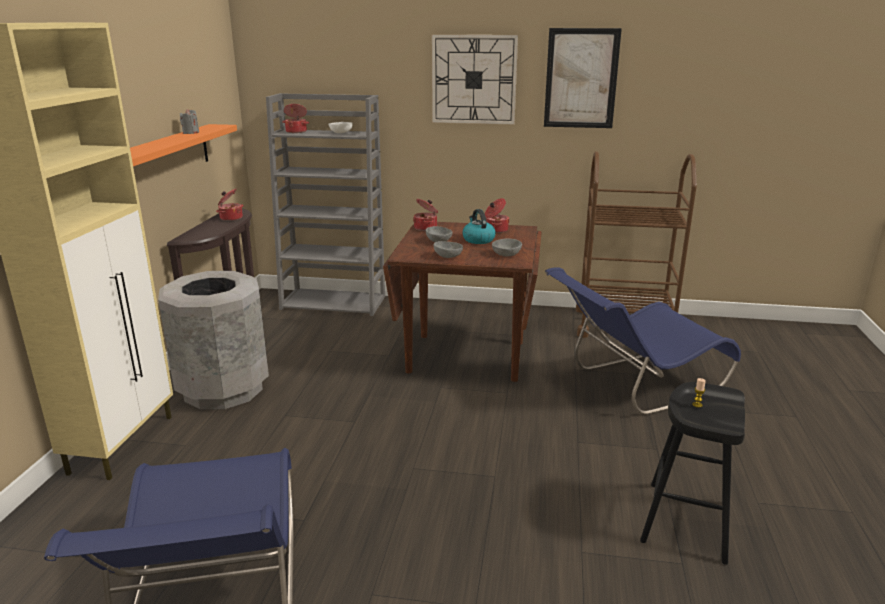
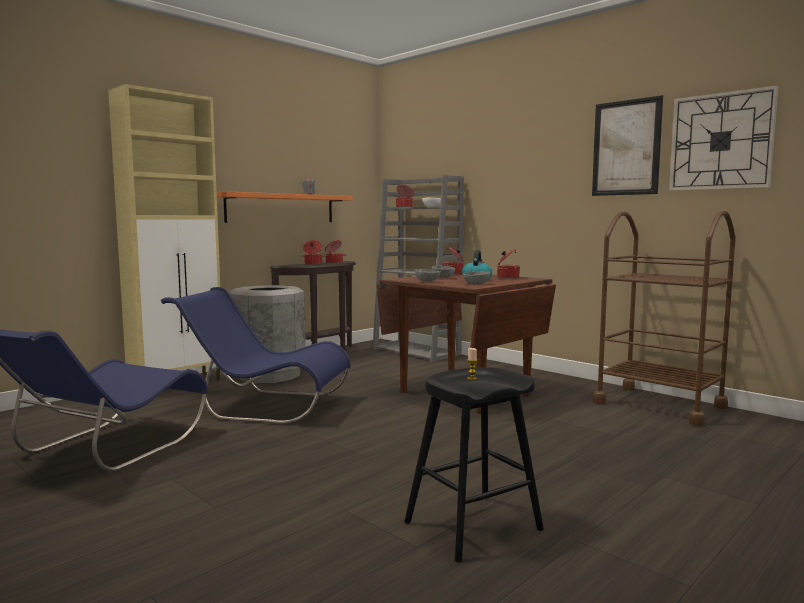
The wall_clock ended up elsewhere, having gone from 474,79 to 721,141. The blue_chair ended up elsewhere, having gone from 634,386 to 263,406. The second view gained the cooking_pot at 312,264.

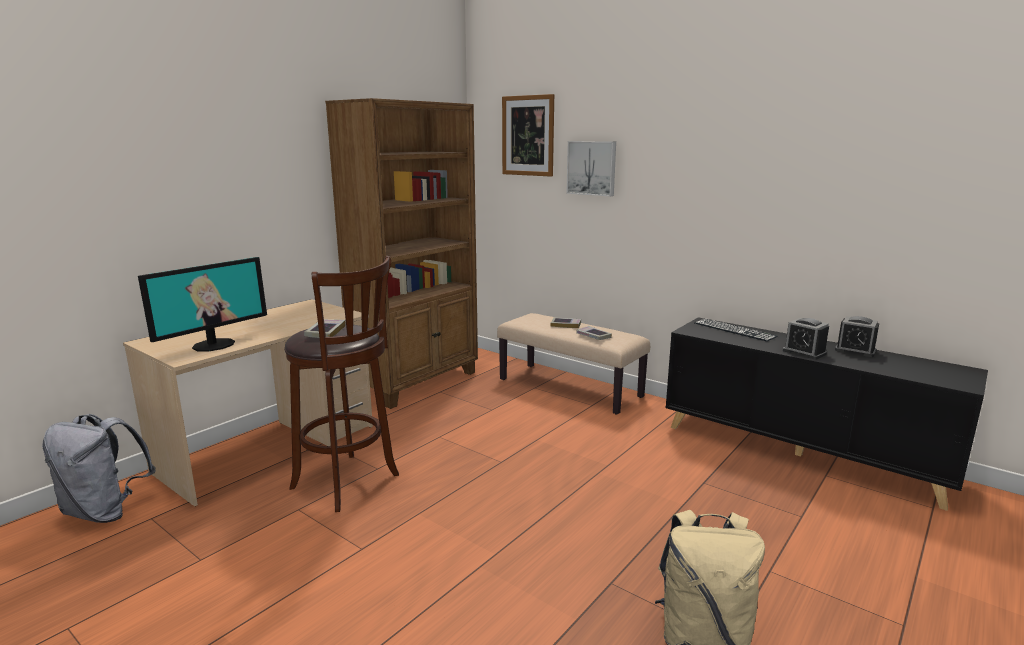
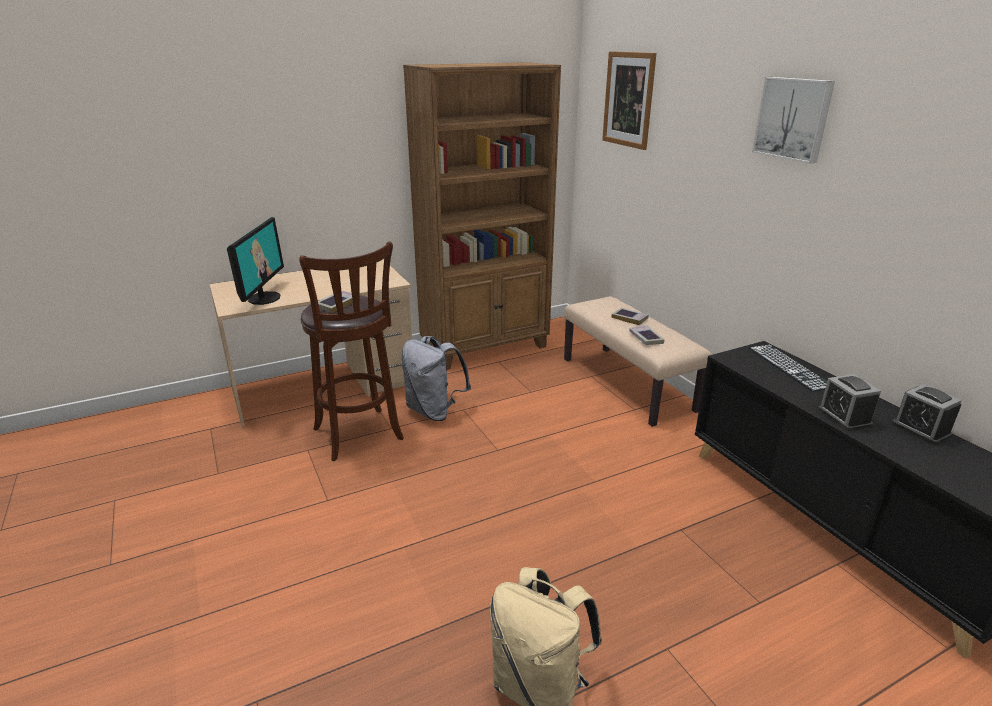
The picture ended up elsewhere, having gone from 592,168 to 793,118. The monitor at 213,345 ended up facing another way, 60 degrees counterclockwise from before. The grey_backpack ended up elsewhere, having gone from 106,511 to 434,411.

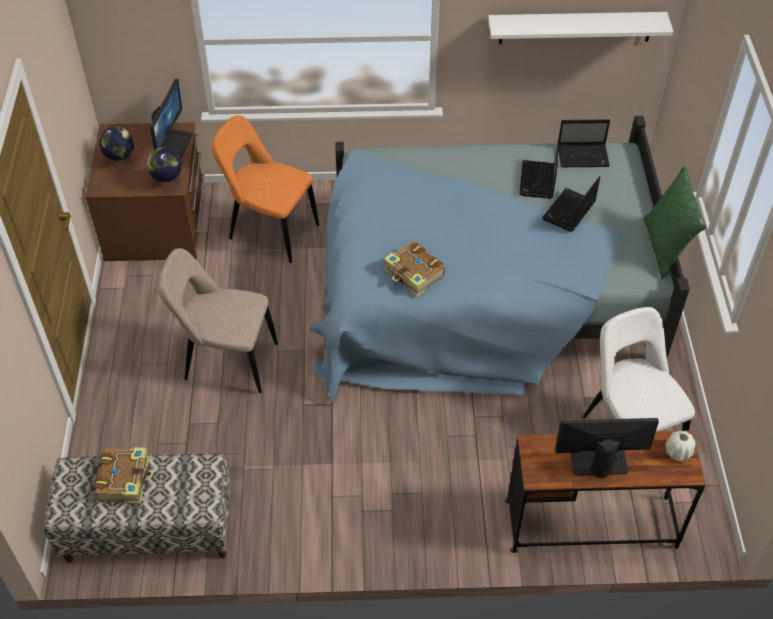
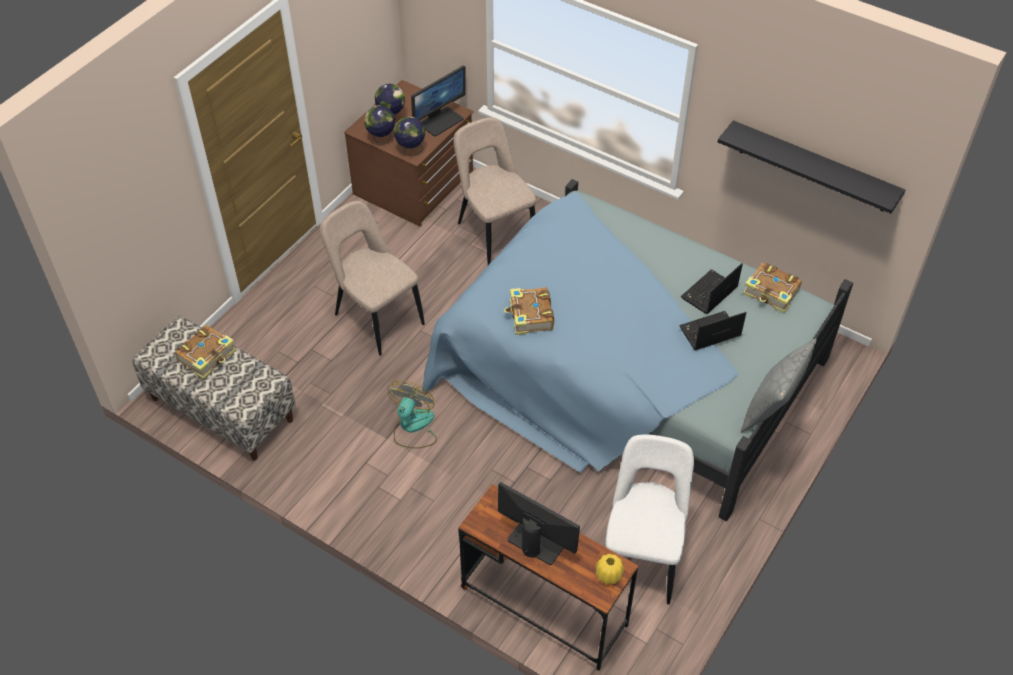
What was the white_shelf at 575,27 turned into the black_shelf at 813,167. What was the orange_chair at 270,231 turned into the beige_chair at 494,233. Where the laptop stood at 584,156, the book came to stand at 771,293. What was the green_pillow at 666,247 turned into the grey_pillow at 771,408. What was the white_vase at 678,452 turned into the yellow_vase at 609,574. The second view gained the globe at 381,139. The second view gained the fan at 413,427.

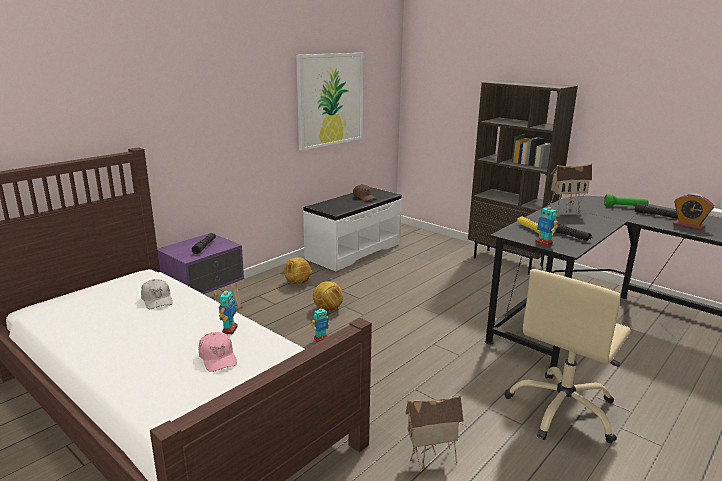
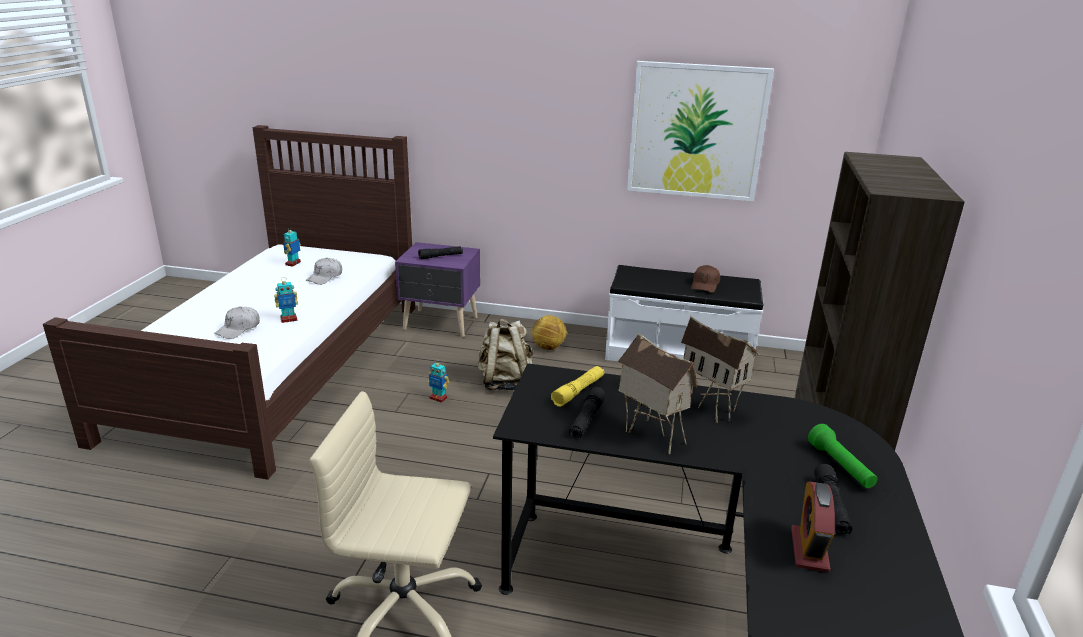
The toy_robot ended up elsewhere, having gone from 544,243 to 293,263. Where the football stood at 327,309, the beige_backpack came to stand at 505,383. What was the pink_cap at 218,358 turned into the white_cap at 238,329. The toy_house ended up elsewhere, having gone from 431,461 to 650,435.

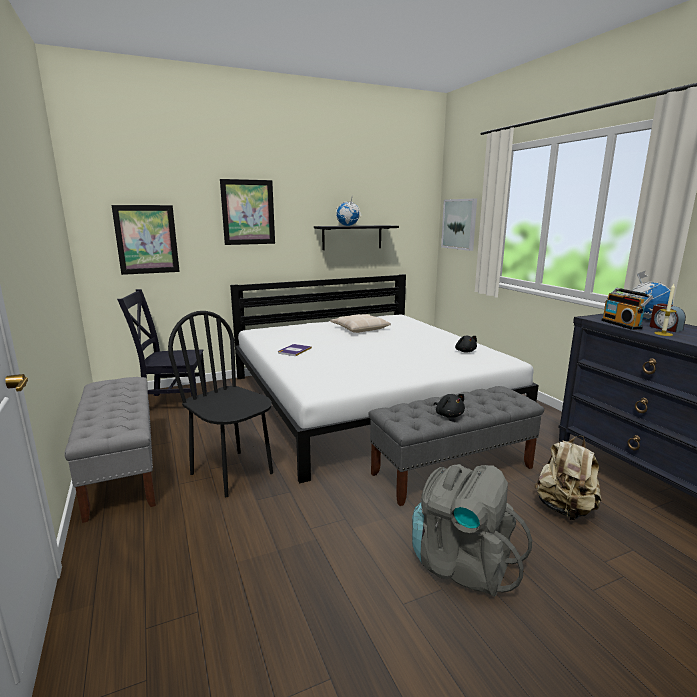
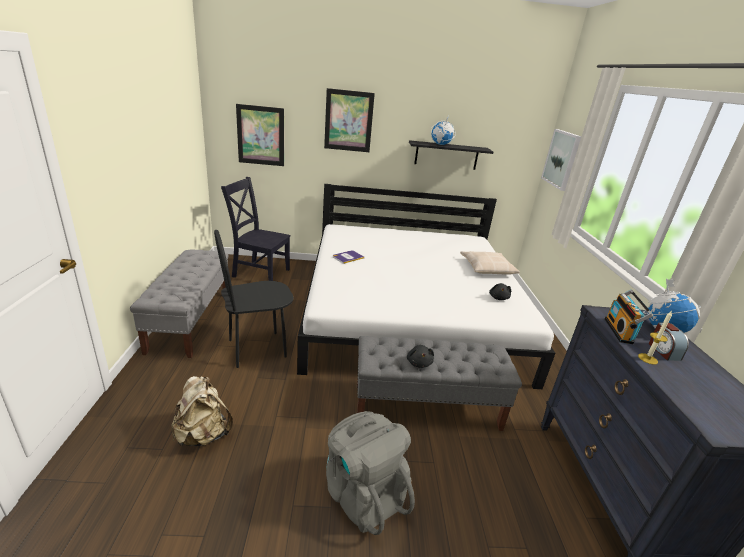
The black_chair at 232,473 ended up facing another way, 90 degrees counterclockwise from before. The beige_pillow ended up elsewhere, having gone from 360,329 to 487,268. The beige_backpack ended up elsewhere, having gone from 565,509 to 202,435.

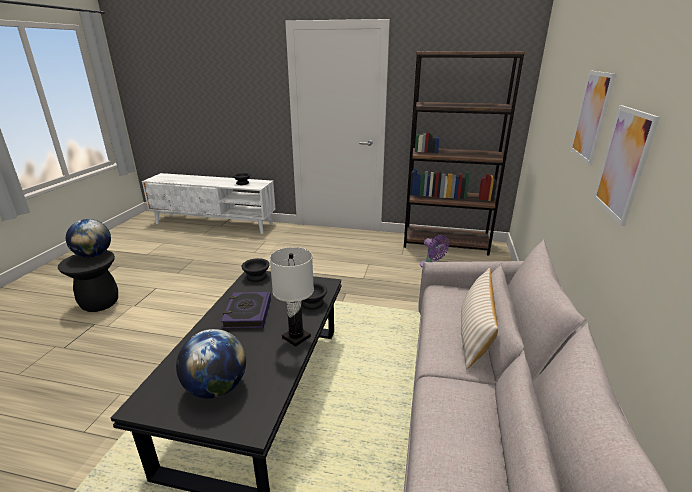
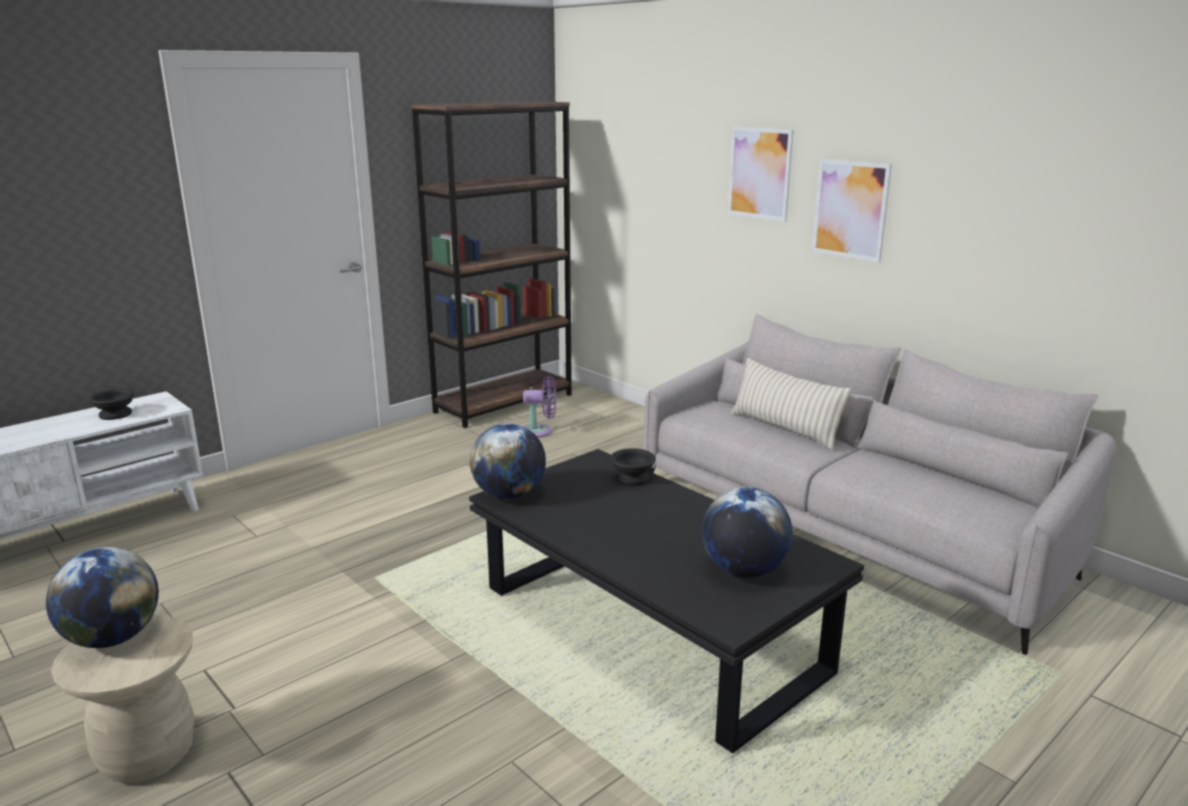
The second view lost the white_table_lamp at 296,337. What was the black_stool at 100,303 turned into the beige_stool at 147,755. Where the black_bowl stood at 256,277, the globe came to stand at 509,495. The second view lost the book at 247,313.

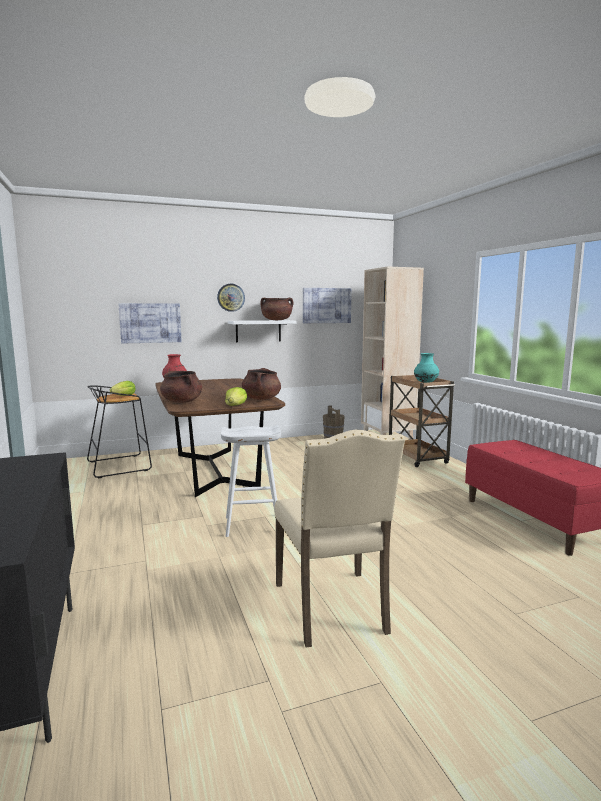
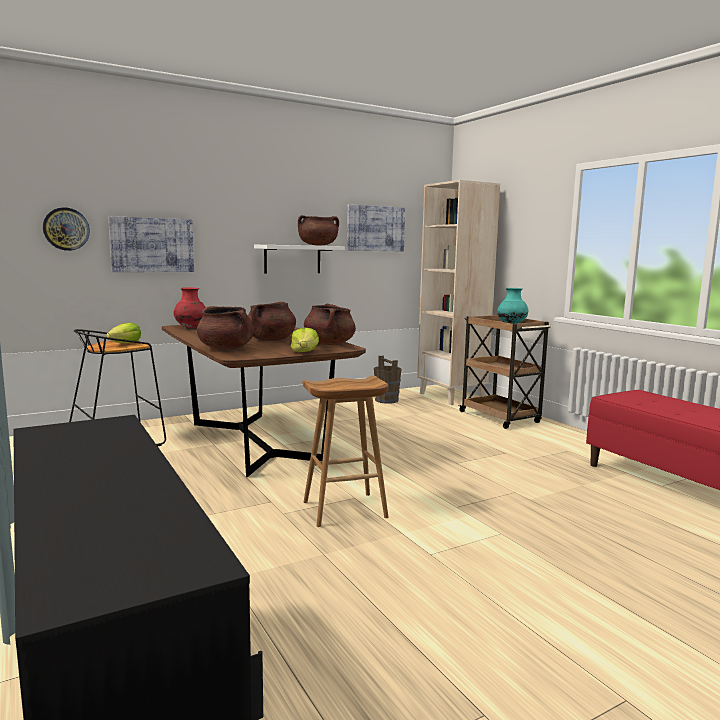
The wall_clock ended up elsewhere, having gone from 230,297 to 66,229. What was the white_stool at 252,525 turned into the brown_stool at 344,510. The second view lost the beige_chair at 333,608. The second view gained the brown_cooking_pot at 270,340.

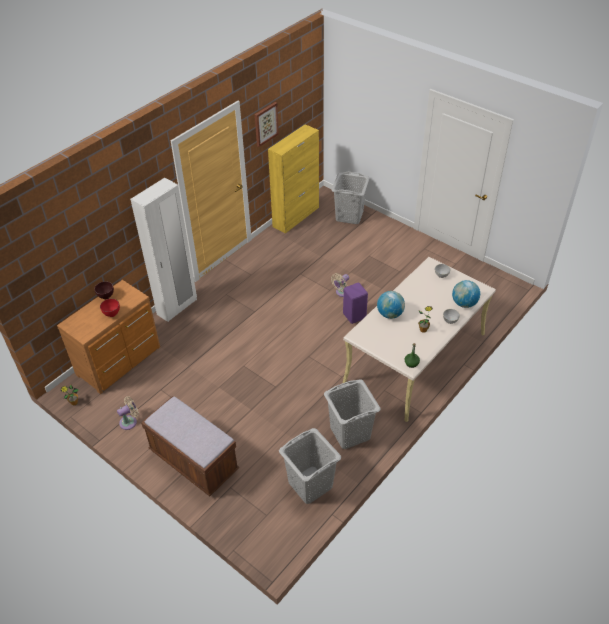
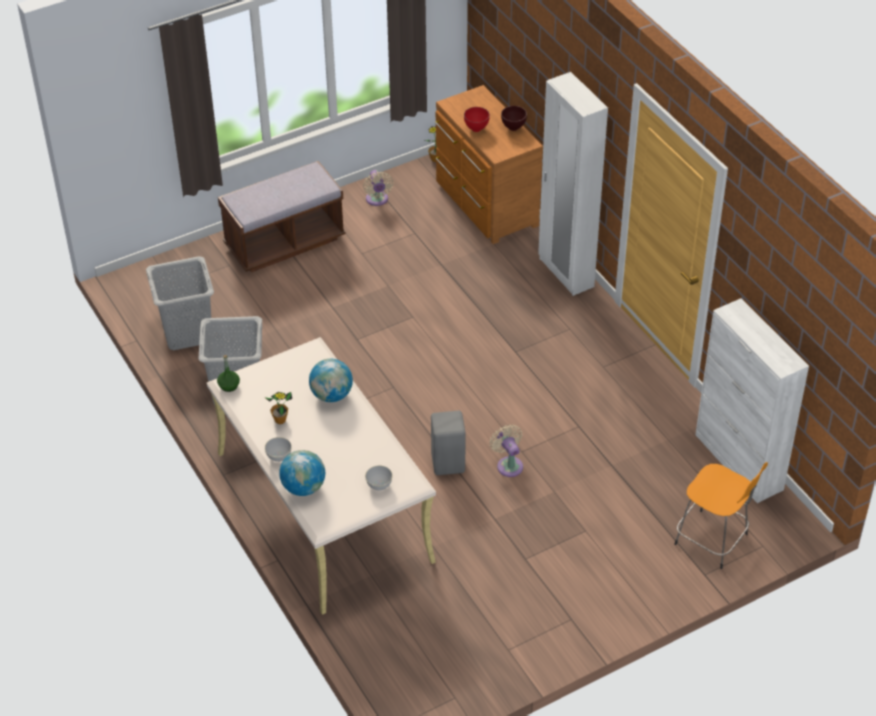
The second view lost the picture at 265,124. What was the yellow_cabinet at 296,216 turned into the white_cabinet at 739,462. Where the grey_laundry_basket stood at 349,216, the orange_stool came to stand at 713,540. What was the purple_stool at 354,315 turned into the grey_stool at 449,464.

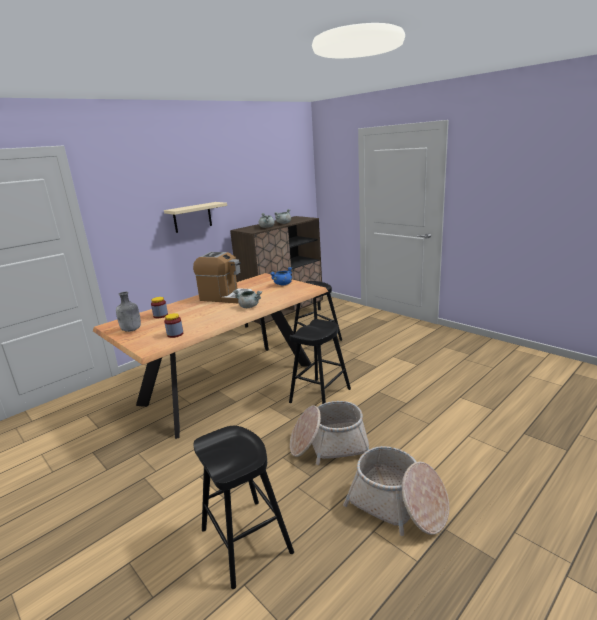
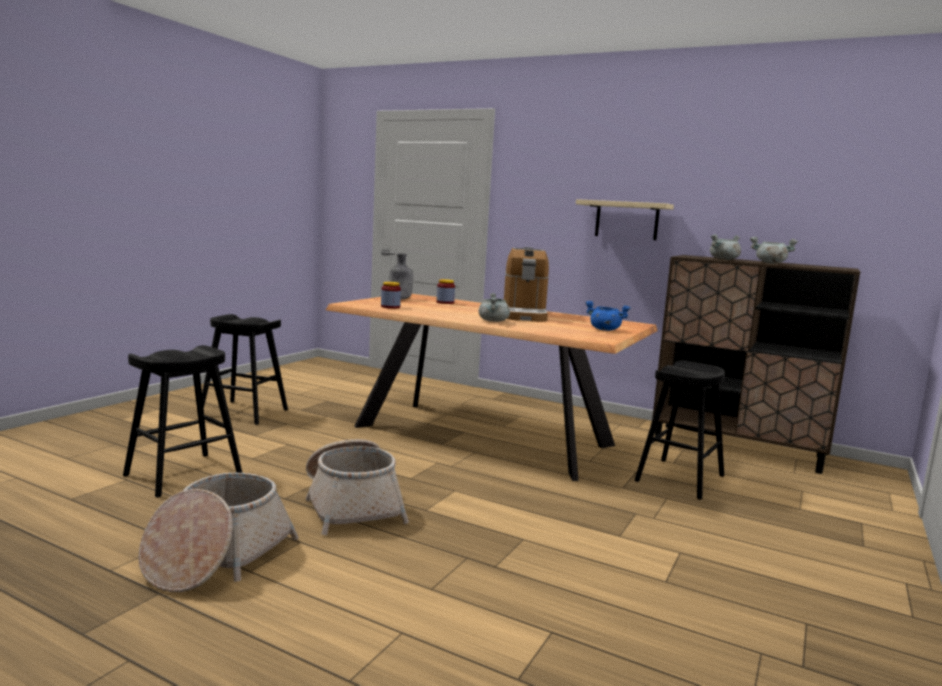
The black_stool ended up elsewhere, having gone from 320,395 to 244,412.

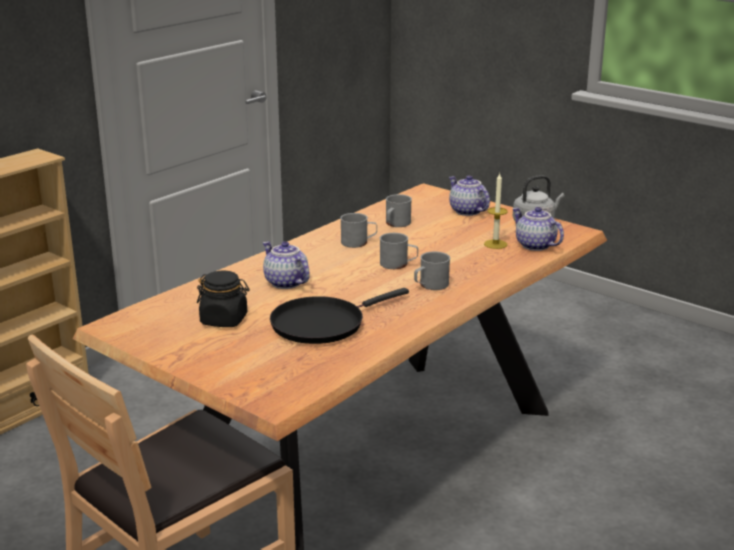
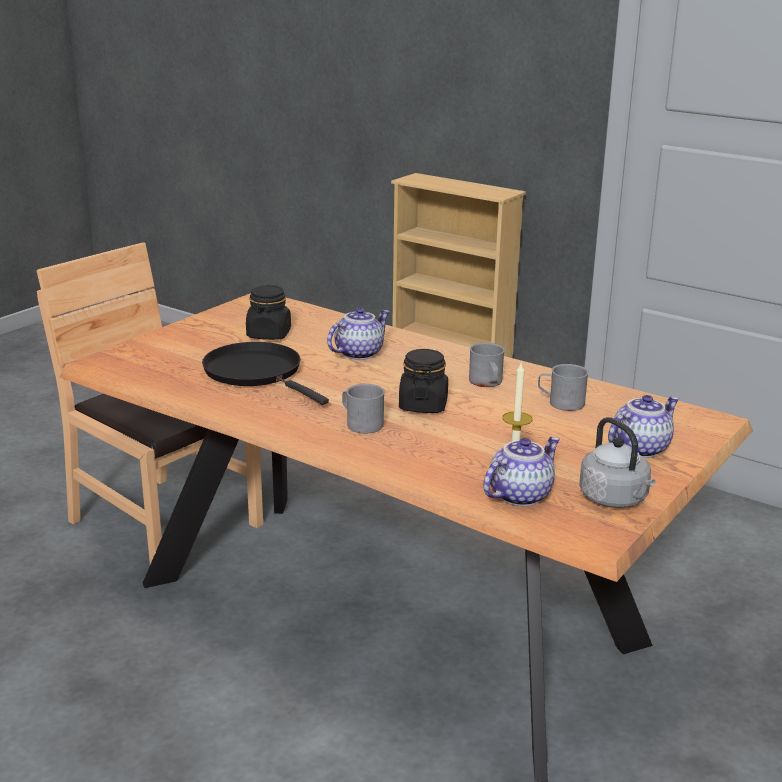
Where the grey_mug stood at 398,264, the black_jar came to stand at 423,405.

